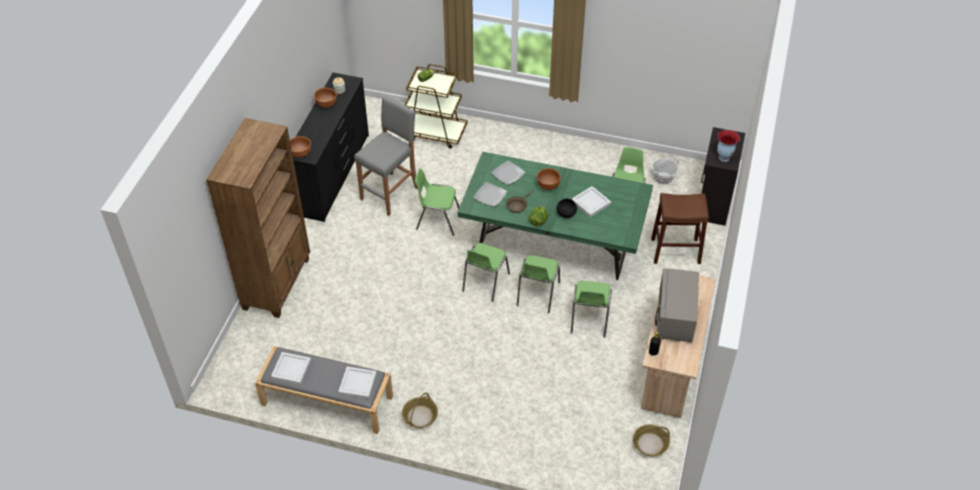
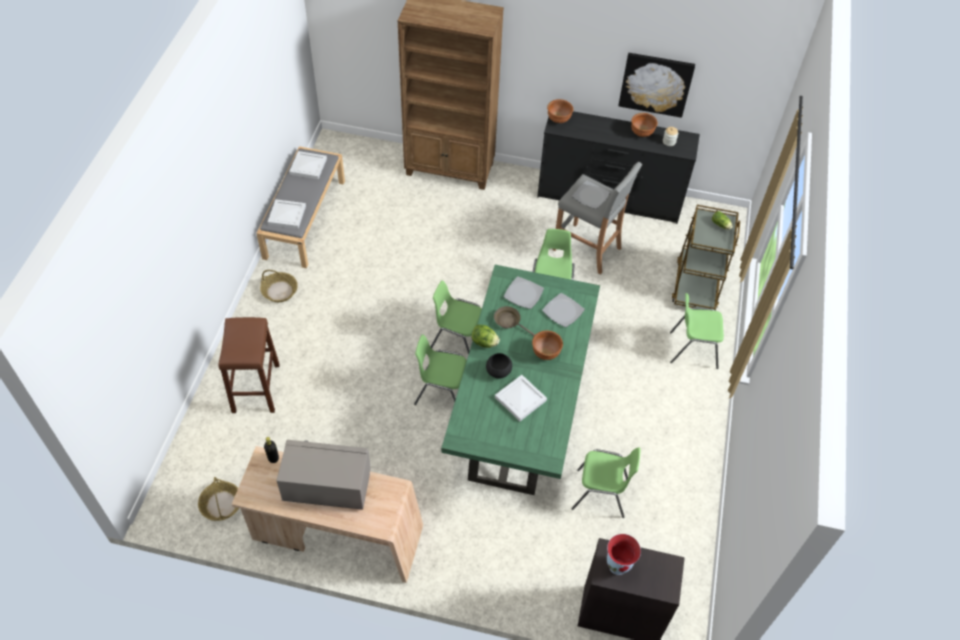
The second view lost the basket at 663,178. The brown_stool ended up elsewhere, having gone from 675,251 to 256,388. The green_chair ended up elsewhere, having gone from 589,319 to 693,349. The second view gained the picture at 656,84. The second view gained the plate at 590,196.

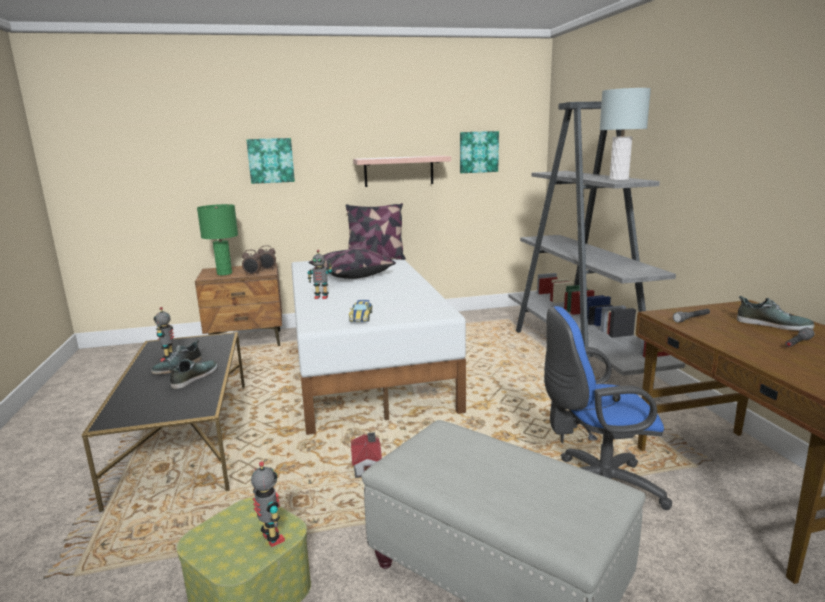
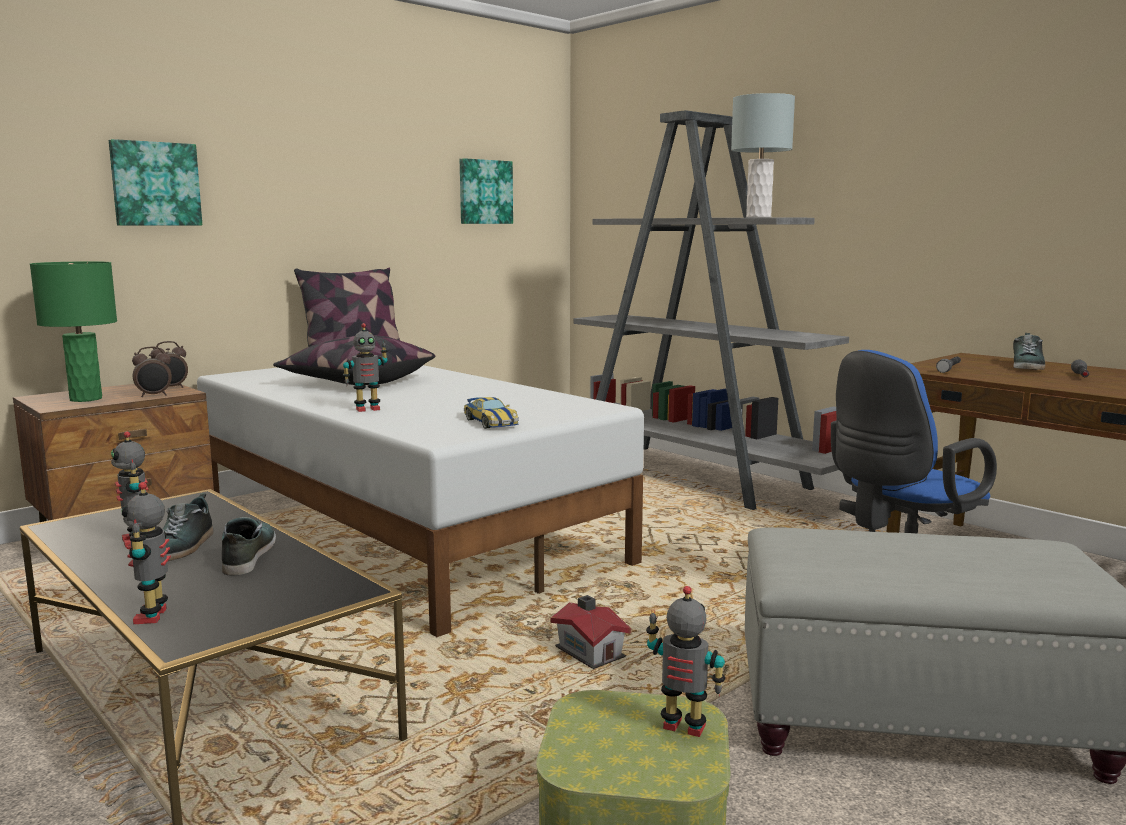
The second view lost the shelf at 399,171. The shoe at 773,324 ended up facing another way, 105 degrees clockwise from before. The second view gained the toy_robot at 154,616.

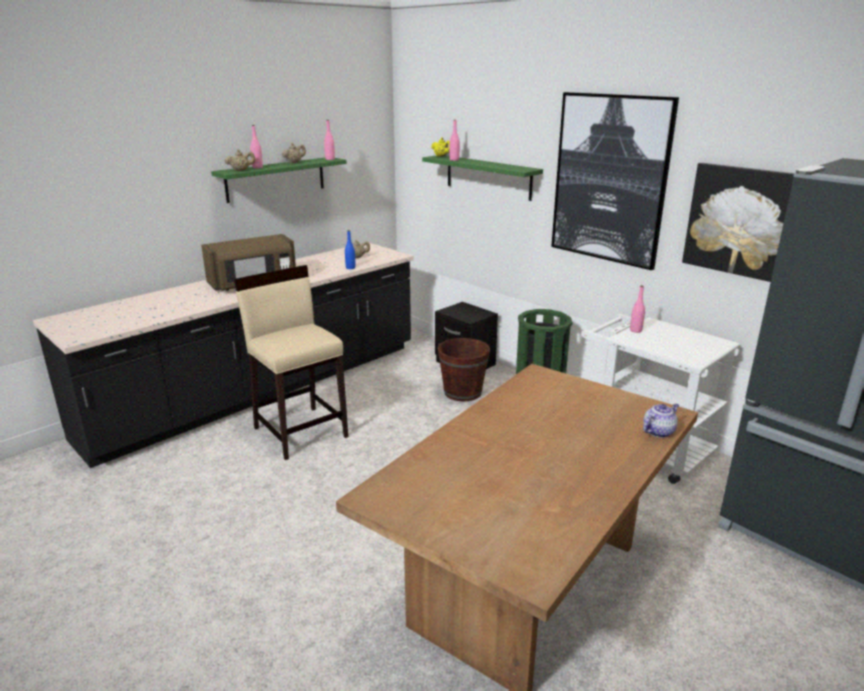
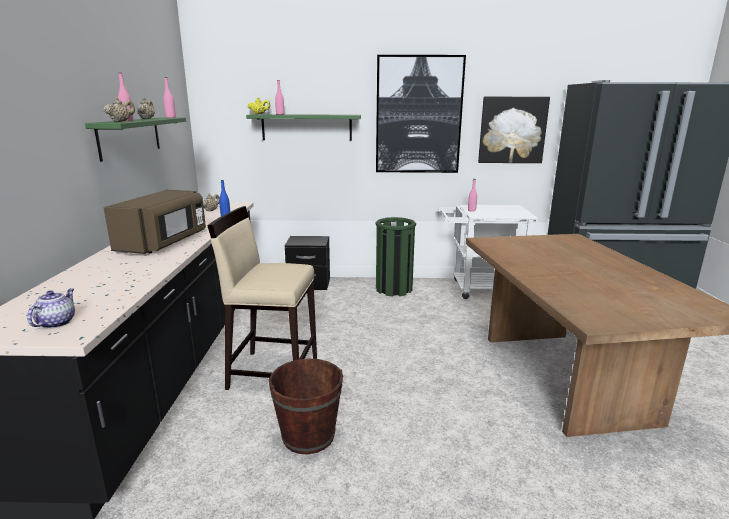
The brown_bucket ended up elsewhere, having gone from 462,392 to 308,436. The teapot ended up elsewhere, having gone from 658,431 to 56,323.

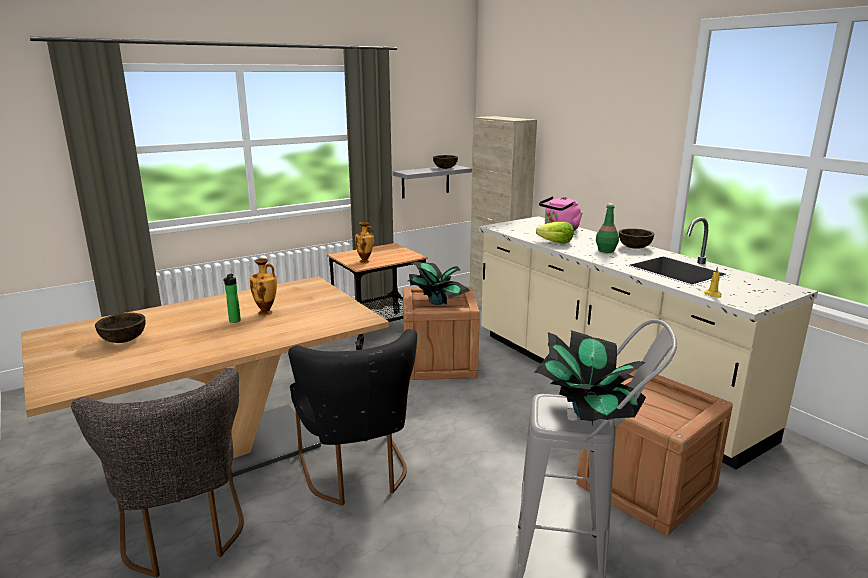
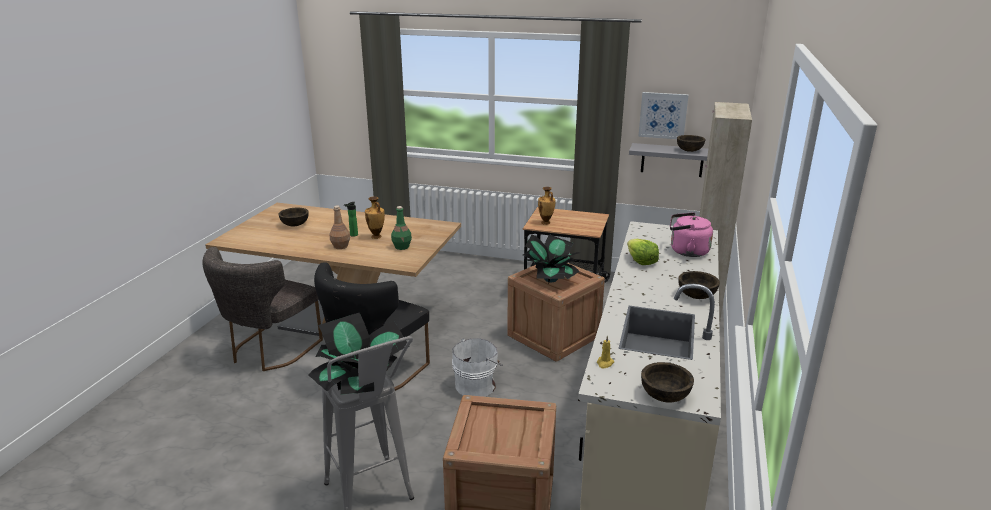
The green_bottle ended up elsewhere, having gone from 606,250 to 402,247. The second view gained the picture at 663,115. The second view gained the brown_bottle at 340,246. The second view gained the white_bucket at 477,385. The second view gained the brown_bowl at 664,395.

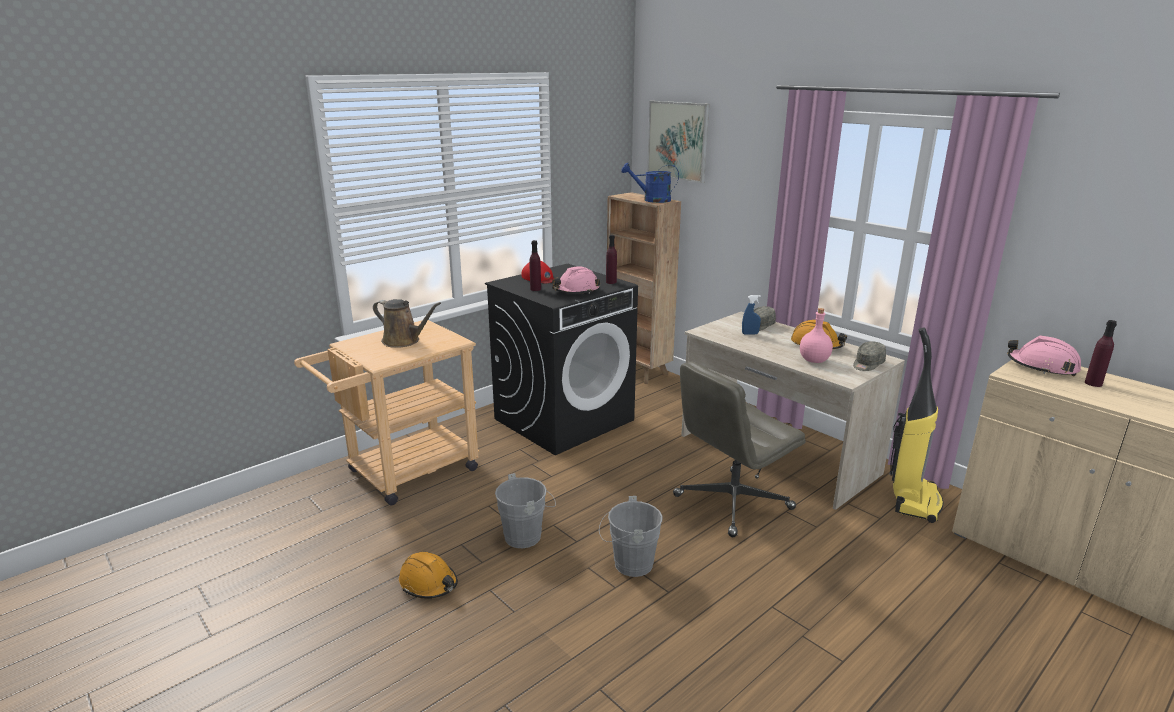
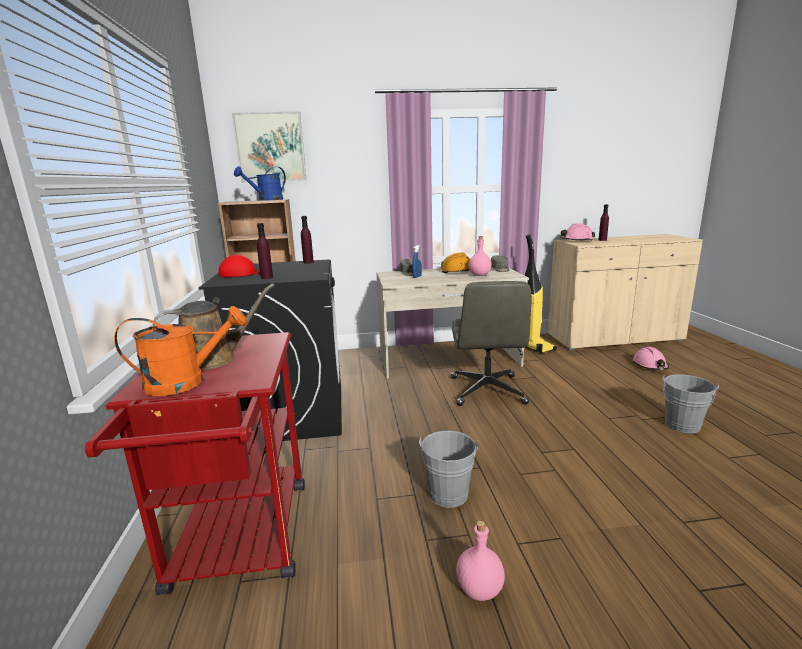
The pink_hard_hat ended up elsewhere, having gone from 576,291 to 650,366. What was the beige_cart at 403,474 turned into the red_cart at 239,545. The grey_bucket ended up elsewhere, having gone from 629,564 to 682,427. Where the orange_hard_hat stood at 428,583, the pink_bottle came to stand at 478,589. The second view gained the orange_watering_can at 186,382.

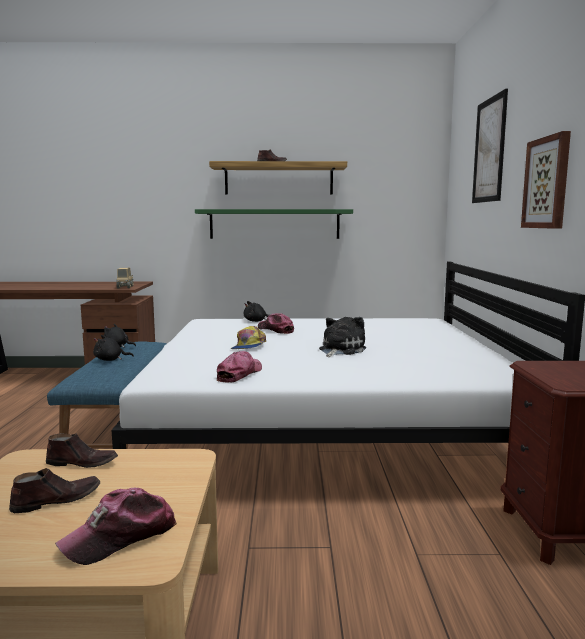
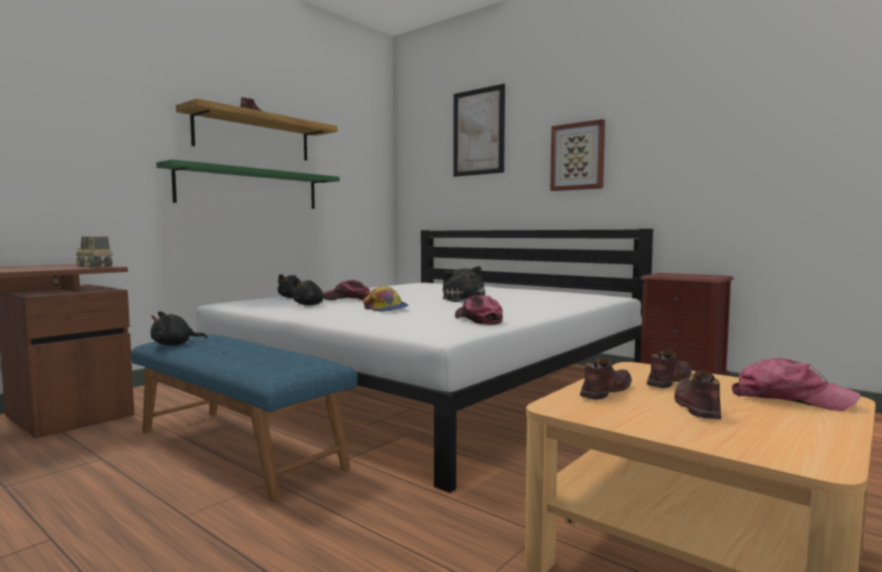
The black_plush_toy ended up elsewhere, having gone from 110,360 to 310,305. The cap at 120,537 ended up facing another way, 60 degrees counterclockwise from before. The second view gained the brown_shoe at 668,381.

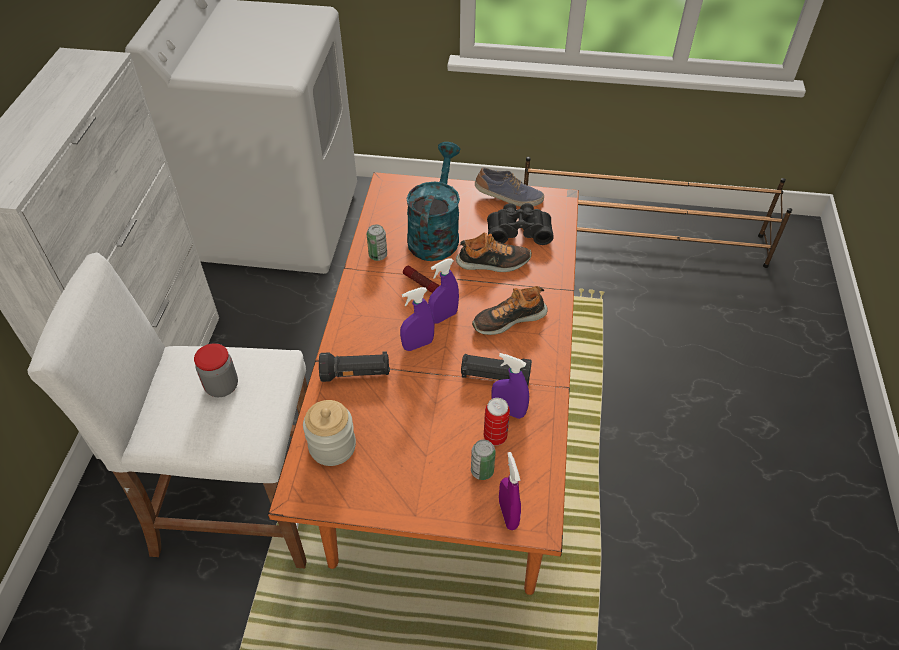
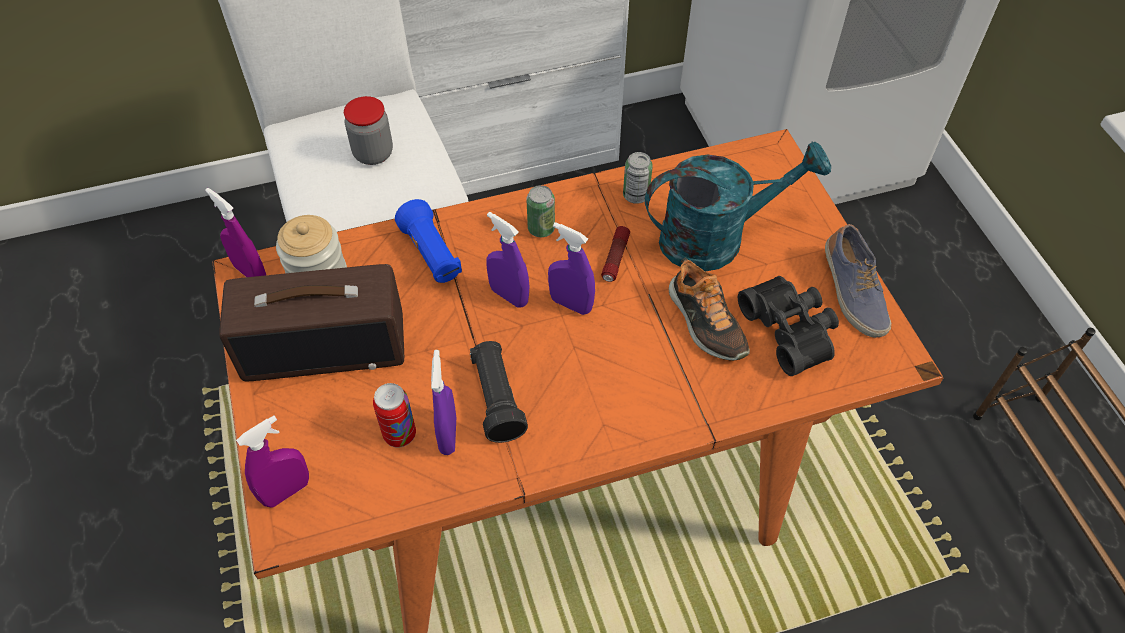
The second view lost the shoe at 508,319. What was the black_flashlight at 356,374 turned into the blue_flashlight at 431,254. The can ended up elsewhere, having gone from 482,471 to 541,229. The second view gained the purple_spray_bottle at 250,273. The second view gained the radio at 326,345.

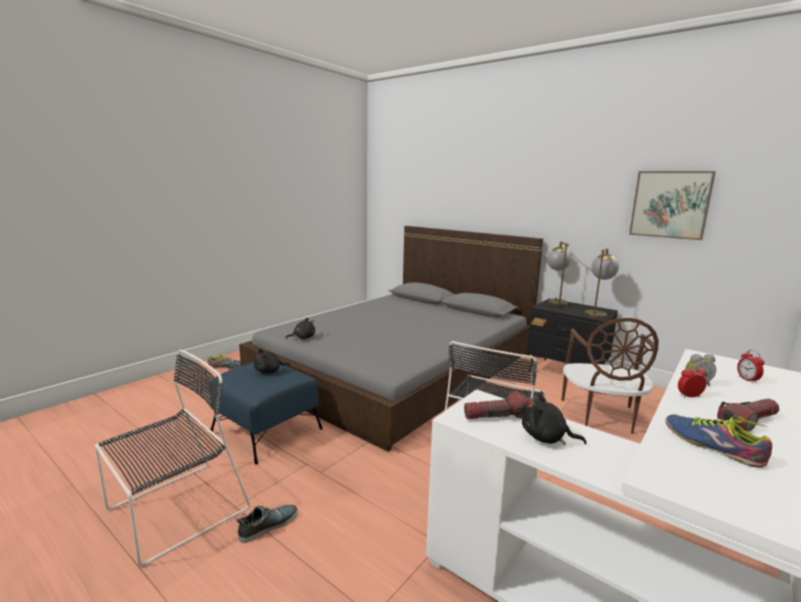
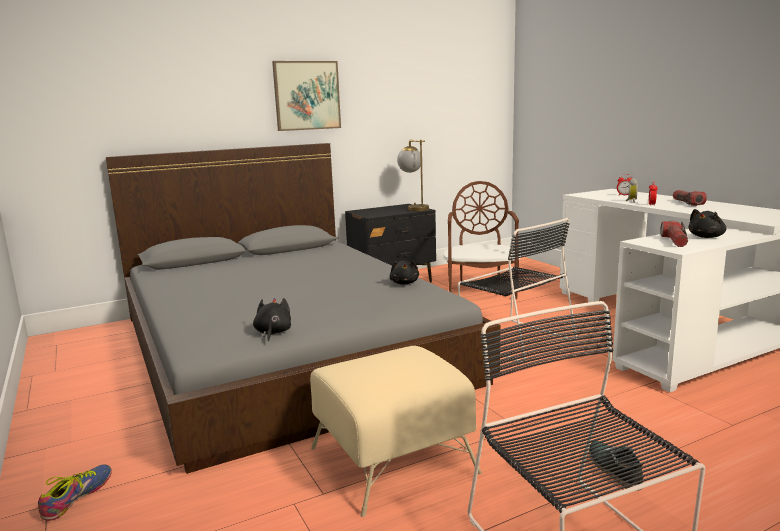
The picture ended up elsewhere, having gone from 670,204 to 307,95. The second view lost the table_lamp at 555,302. The brown_chair at 601,416 ended up facing another way, 120 degrees counterclockwise from before. The black_plush_toy ended up elsewhere, having gone from 269,371 to 404,283. What was the blue_ottoman at 267,431 turned into the beige_ottoman at 394,460. The second view lost the shoe at 712,446.

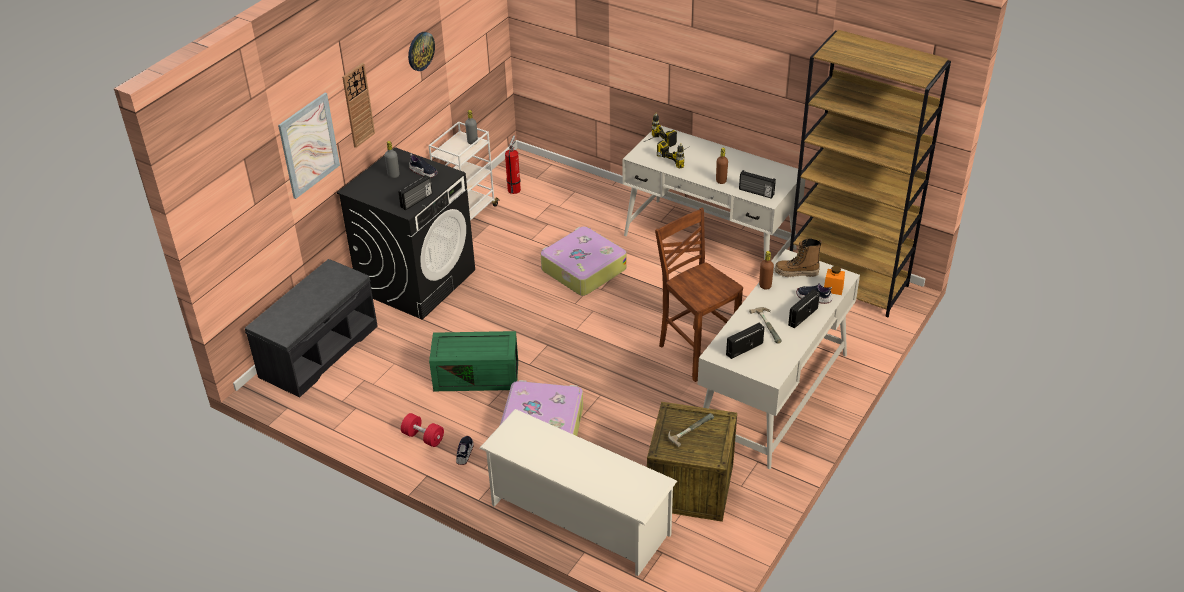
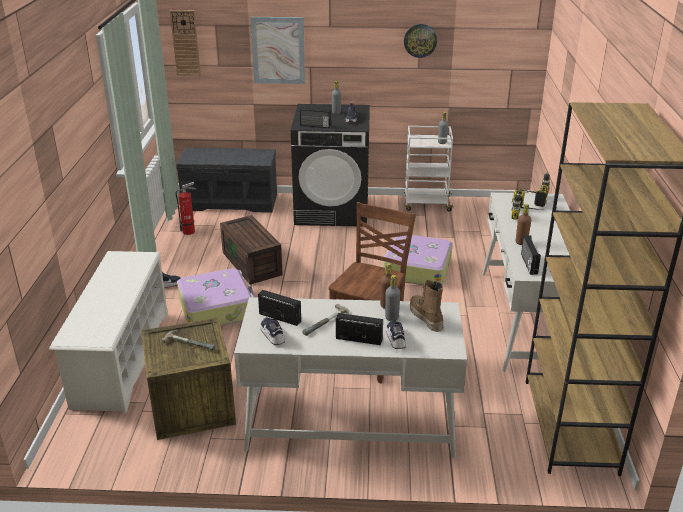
The wall_clock ended up elsewhere, having gone from 358,105 to 185,43. The fire_extinguisher ended up elsewhere, having gone from 514,189 to 190,231. The second view lost the orange_jar at 833,289. What was the green_storage_box at 477,375 turned into the brown_storage_box at 253,264. The second view lost the red_dumbbell at 423,437. The second view gained the grey_bottle at 391,317. The second view gained the shoe at 272,335.

